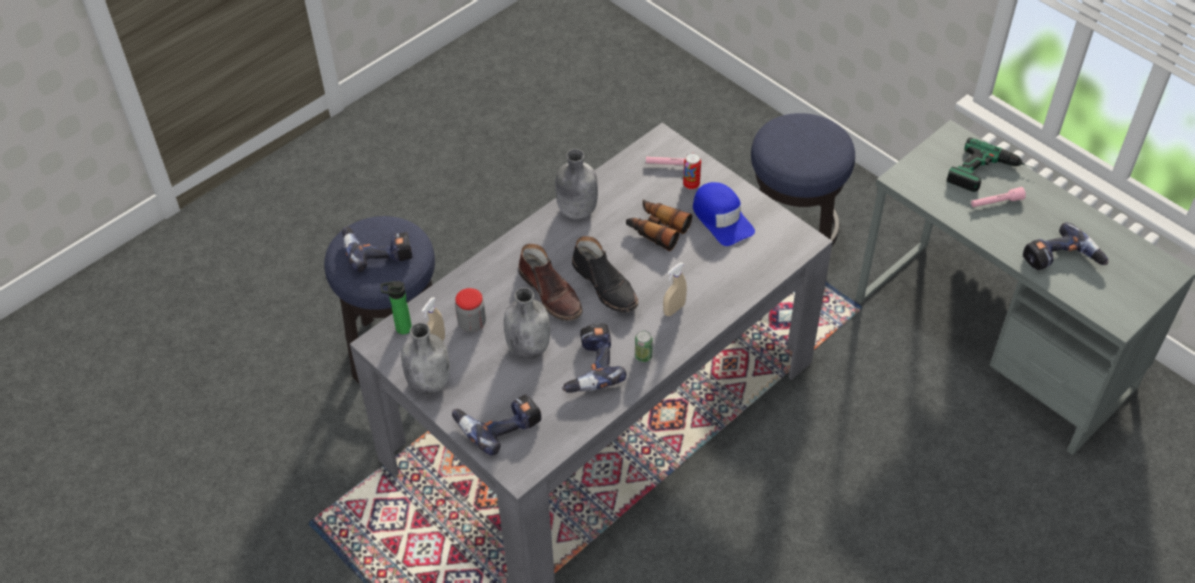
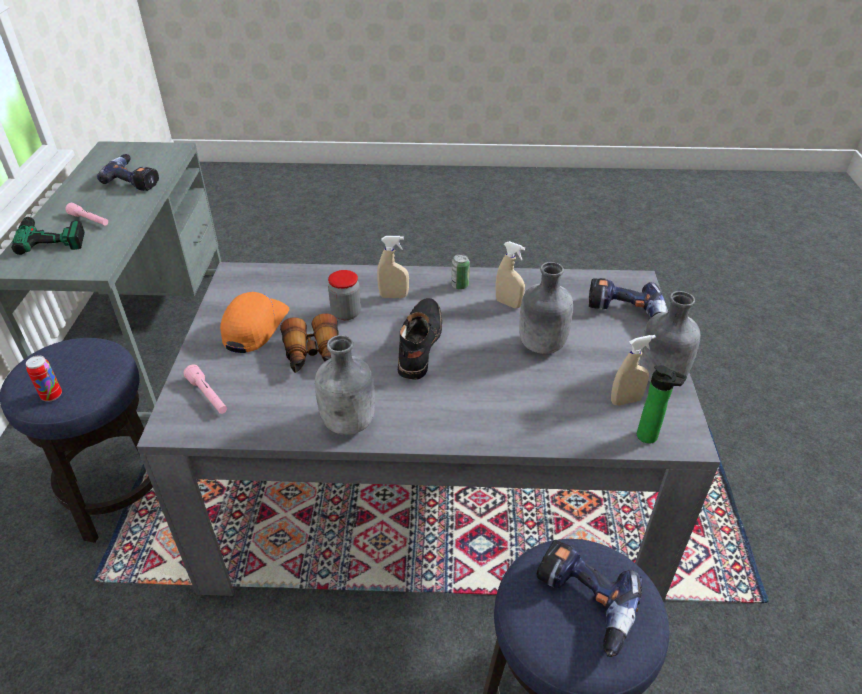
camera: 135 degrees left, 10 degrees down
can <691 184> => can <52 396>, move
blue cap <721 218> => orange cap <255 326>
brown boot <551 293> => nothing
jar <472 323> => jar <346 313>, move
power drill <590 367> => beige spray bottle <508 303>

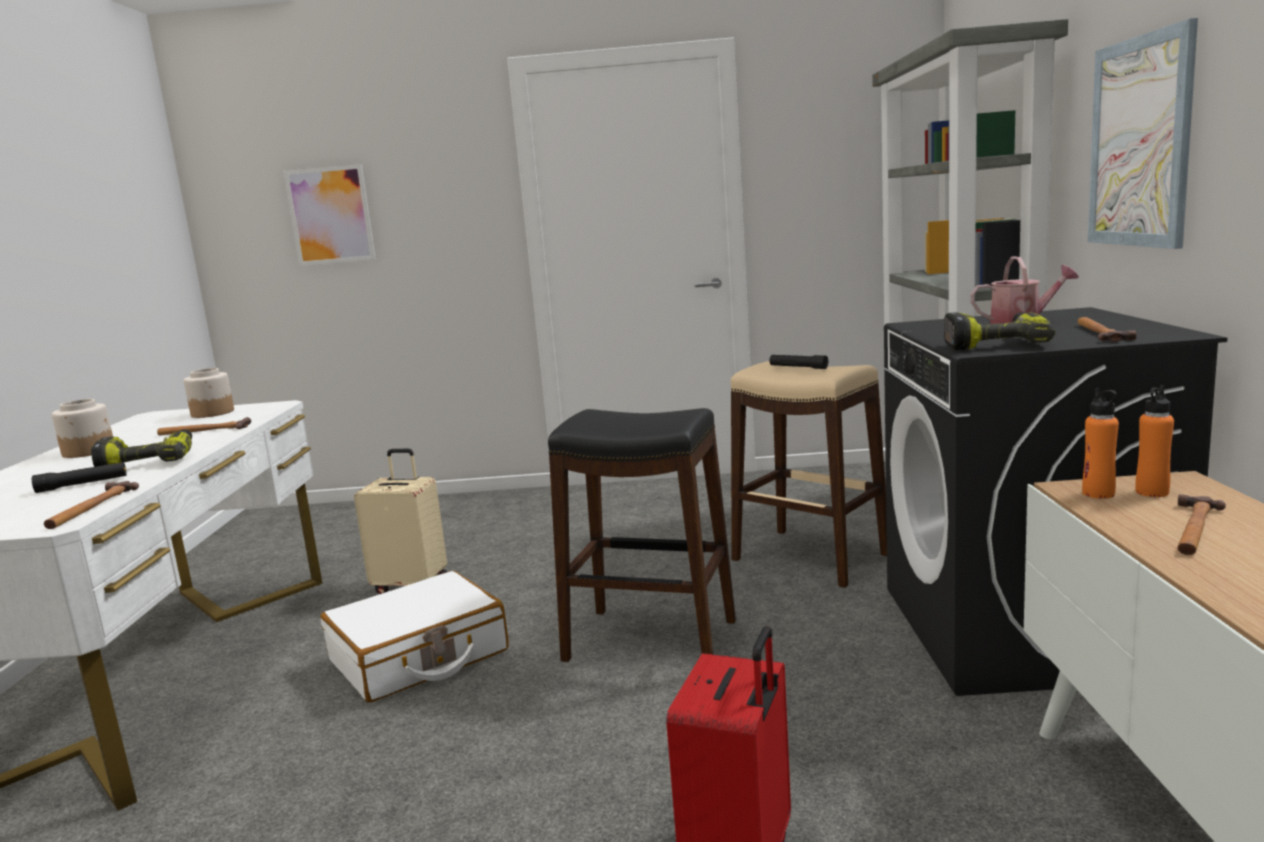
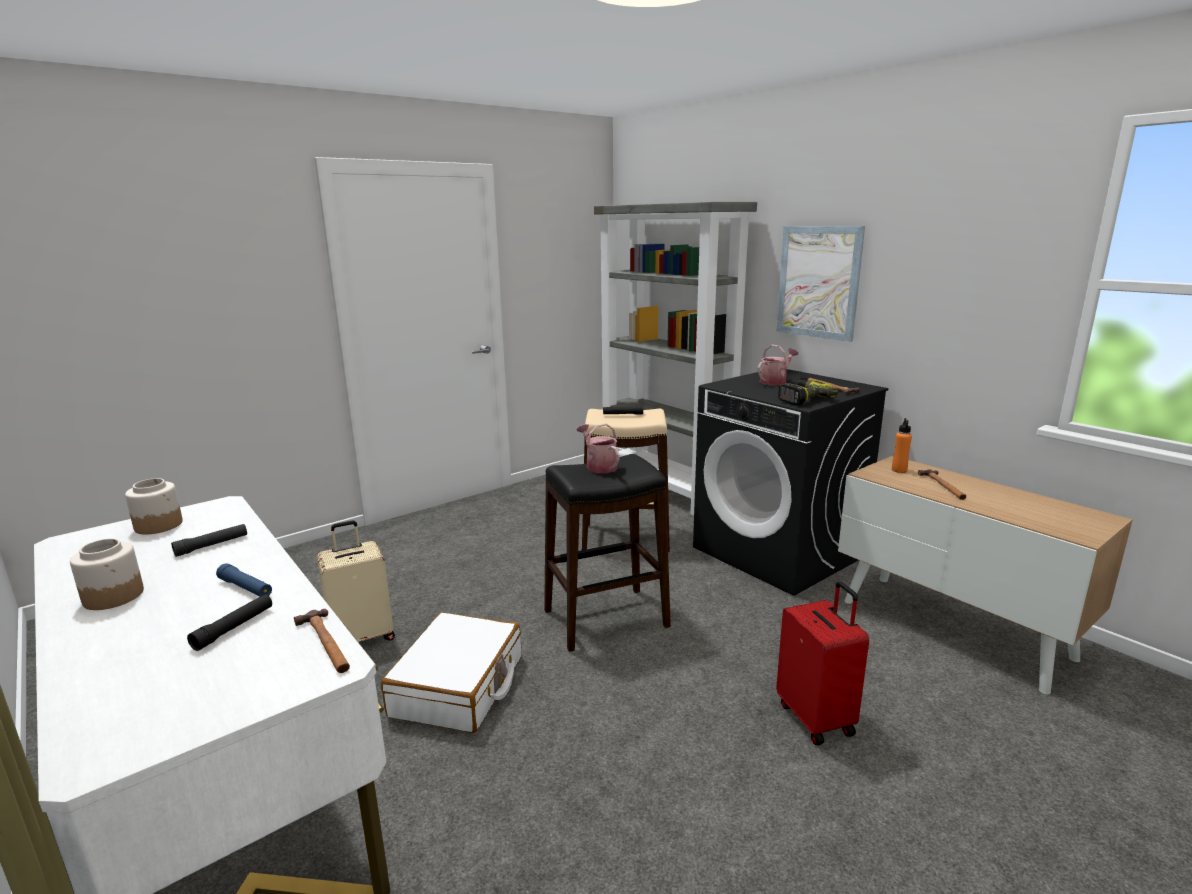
camera: 40 degrees left, 5 degrees up
picture <330 215> => nothing
orange bottle <1098 494> => nothing
hammer <204 430> => black flashlight <212 545>
power drill <149 461> => blue flashlight <246 588>
nothing => watering can <599 466>

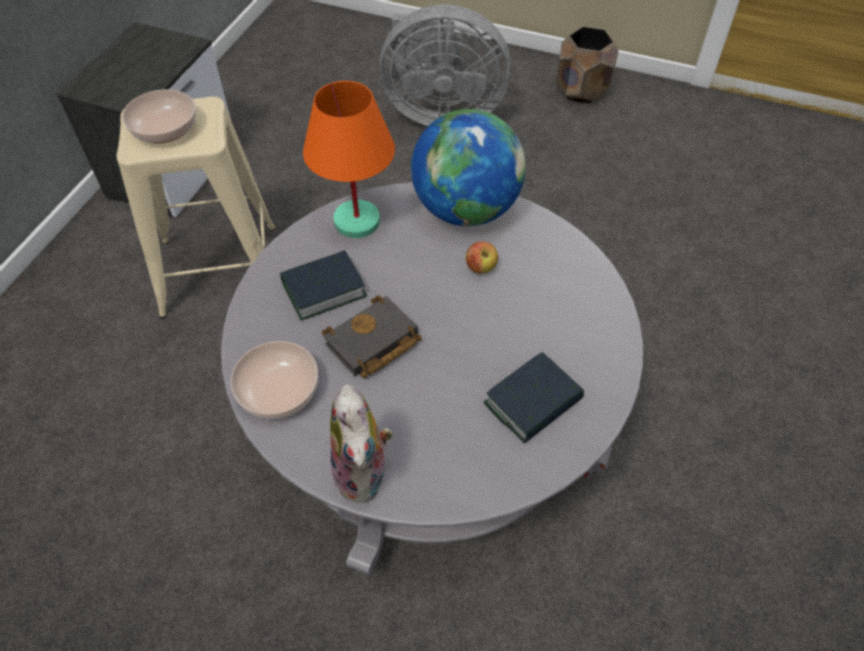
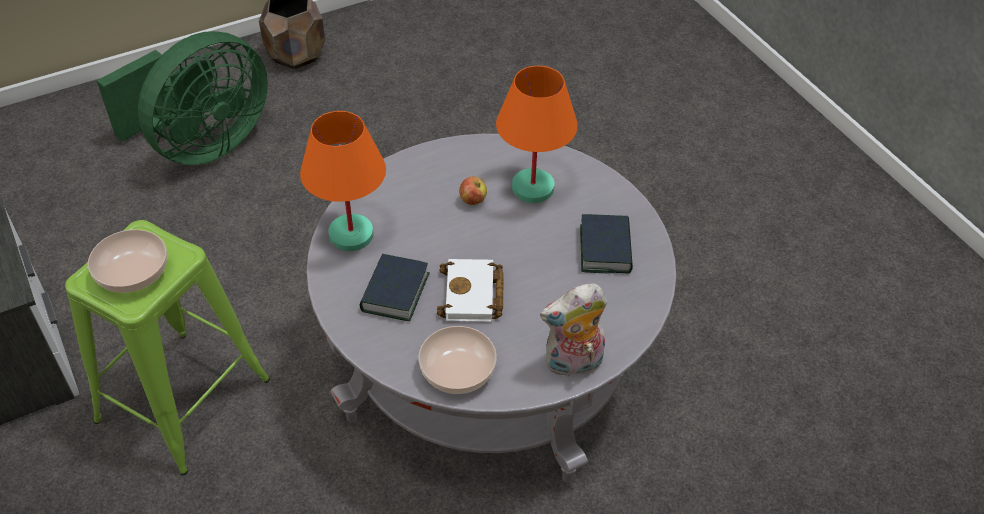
camera: 50 degrees left, 5 degrees down
grey fan <440 112> => green fan <202 145>
beige stool <219 270> => green stool <182 401>
globe <466 209> => nothing
black book <372 344> => white book <473 296>
plush toy <364 474> => plush toy <573 364>, 135 degrees clockwise
nothing => orange table lamp <533 187>

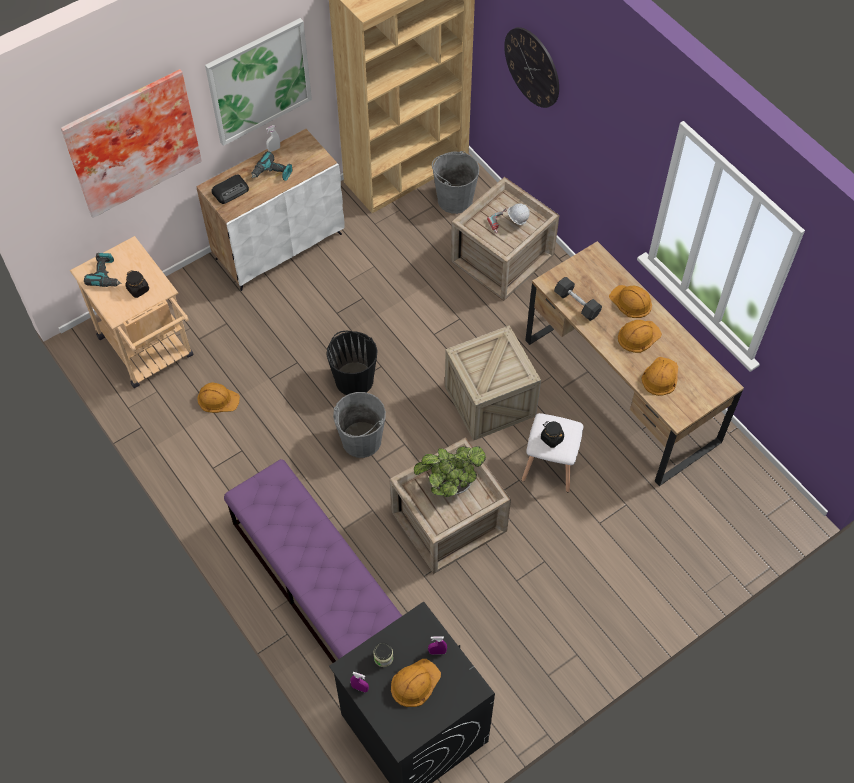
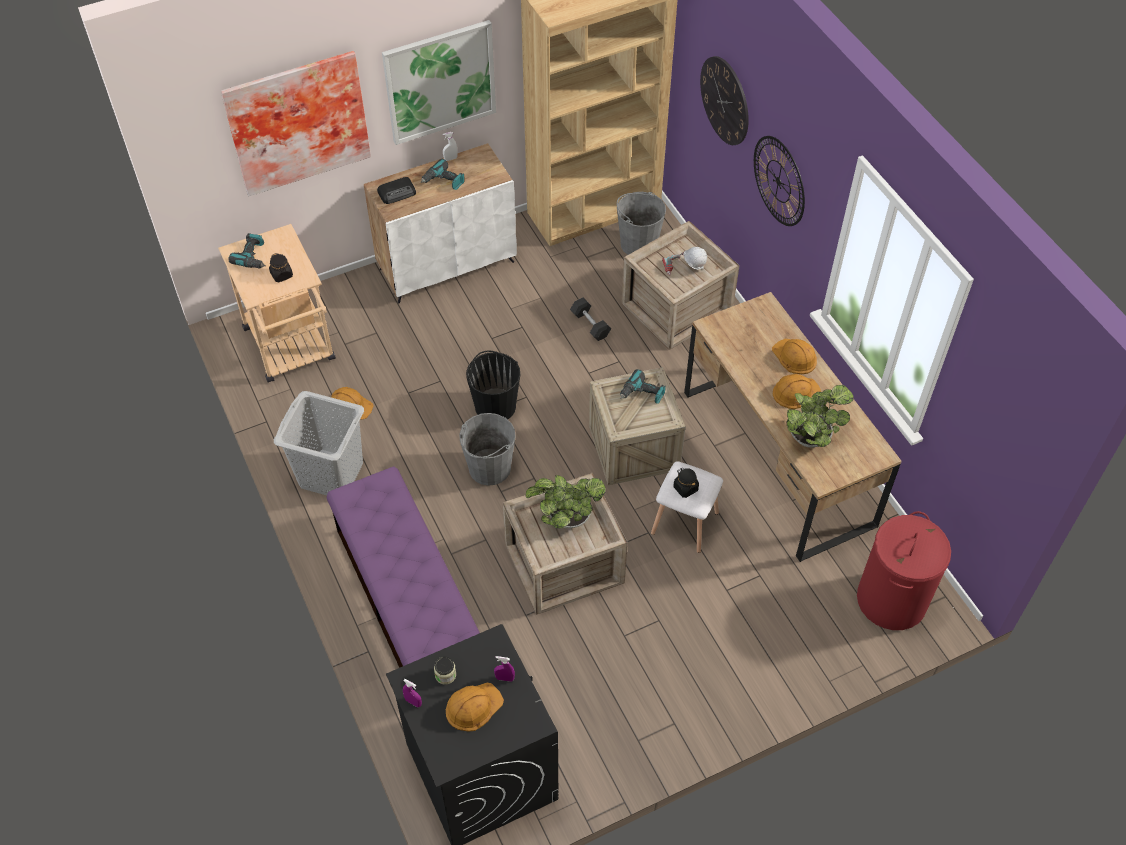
camera: 10 degrees right, 5 degrees down
grey dumbbell <577 304> => grey dumbbell <590 324>, move
orange hard hat <660 377> => potted plant <811 437>
nothing => wall clock <779 181>
nothing => power drill <642 394>
nothing => grey laundry basket <331 473>
nothing => red laundry basket <891 599>

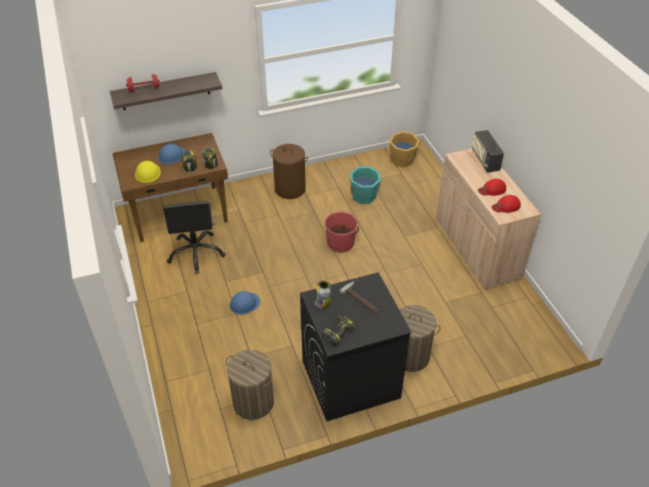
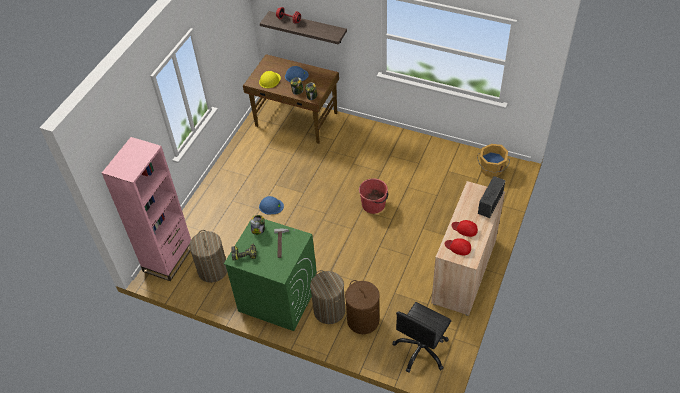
camera: 45 degrees right, 5 degrees up
brown laundry basket <290 189> => brown laundry basket <363 320>, move
turquoise bucket <364 196> => nothing
black office chair <196 253> => black office chair <421 350>, move
black washing machine <350 380> => green washing machine <277 297>
nothing => pink bookcase <168 258>

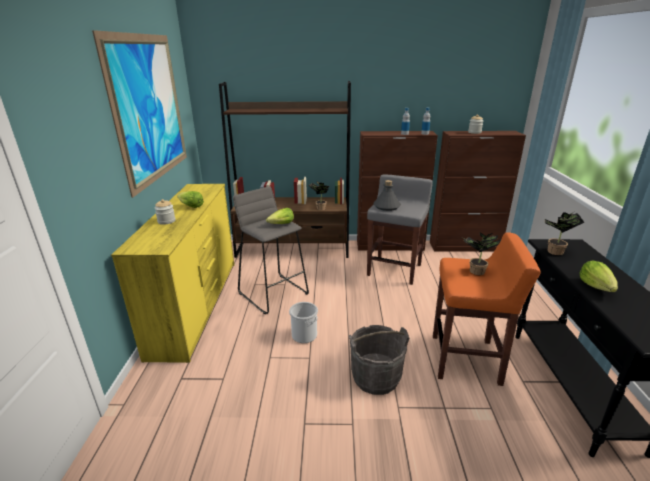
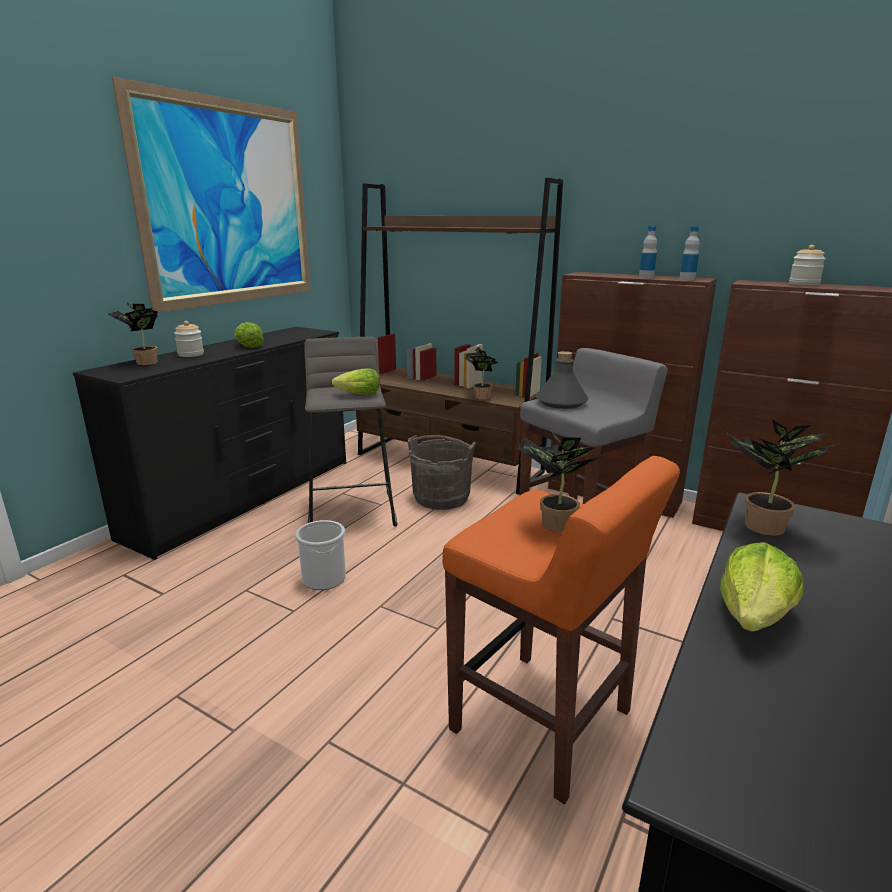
camera: 30 degrees right, 5 degrees down
yellow dresser <197 304> => black dresser <246 497>
grey bucket <376 377> => grey bucket <441 498>, move
nothing => potted plant <143 363>

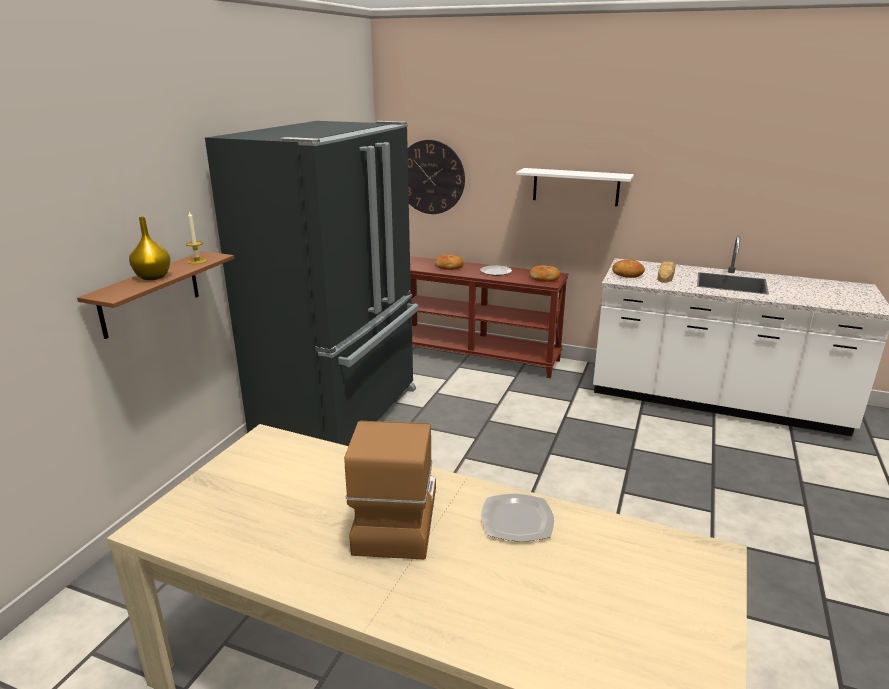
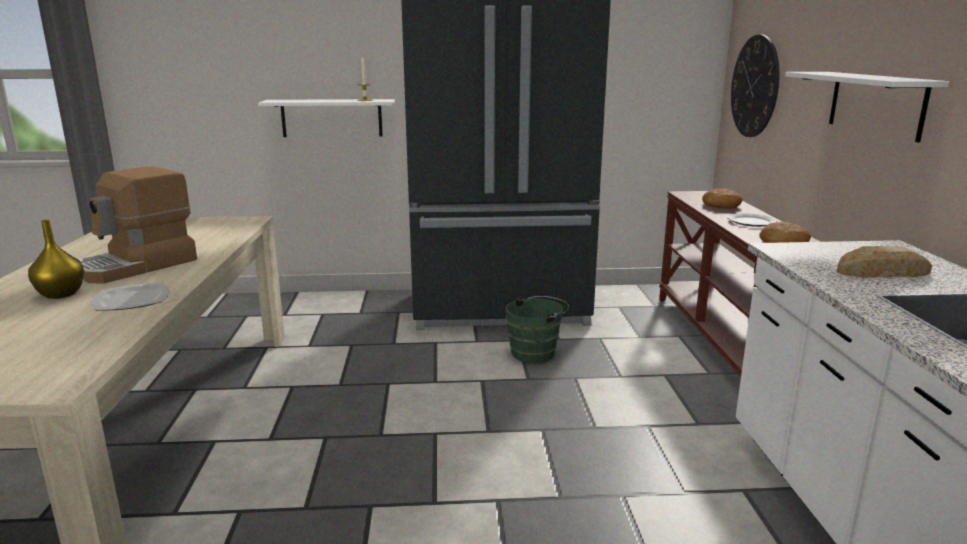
camera: 65 degrees right, 5 degrees down
yellow vase <152 277> => yellow vase <61 294>, move
brown shelf <150 294> => white shelf <332 118>
bread <627 274> => nothing
coffee machine <395 518> => coffee machine <137 266>, 150 degrees clockwise
nothing => green bucket <536 352>

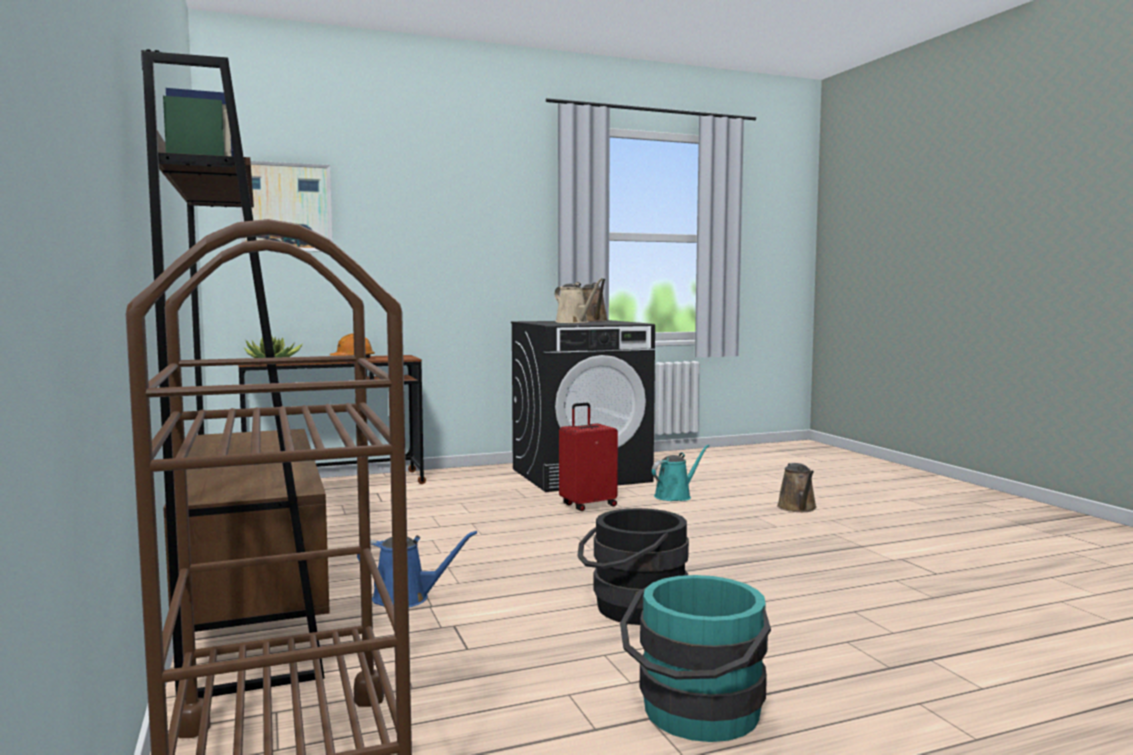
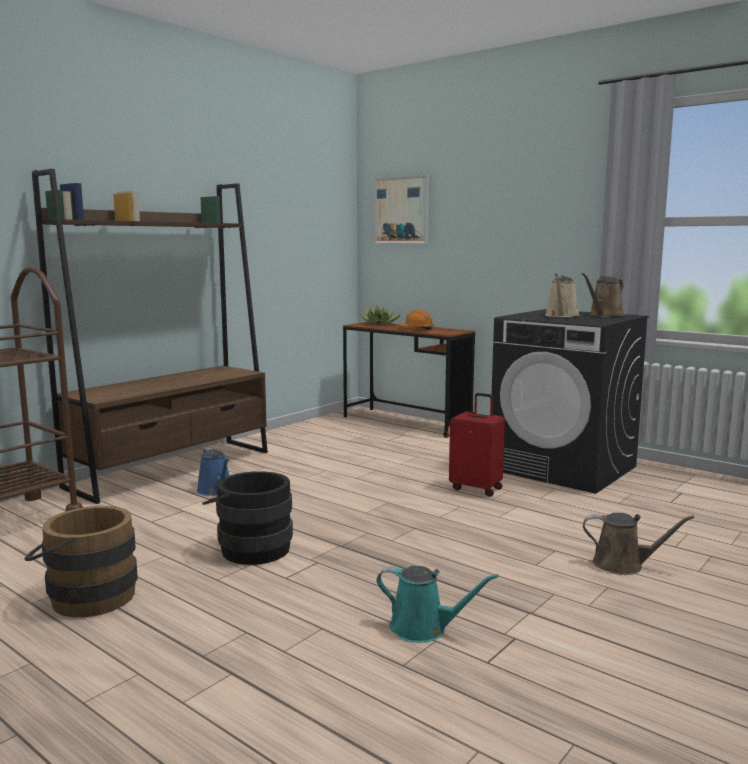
camera: 60 degrees right, 5 degrees up
turquoise watering can <675 496> => turquoise watering can <423 628>, move
brown watering can <798 508> => brown watering can <623 565>, 135 degrees counterclockwise
turquoise bucket <696 716> => brown bucket <85 597>

